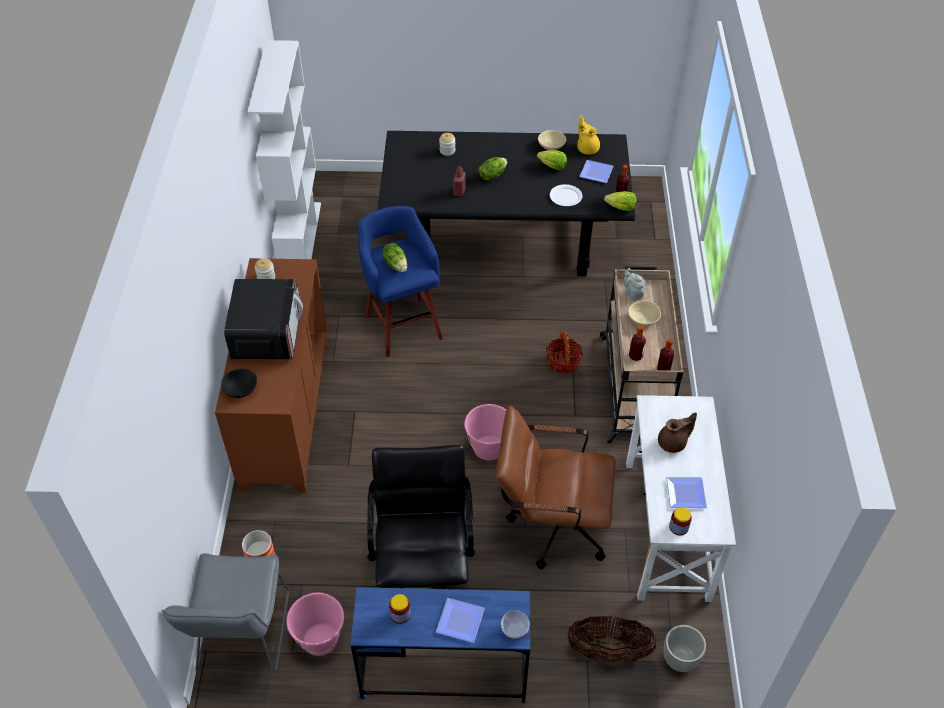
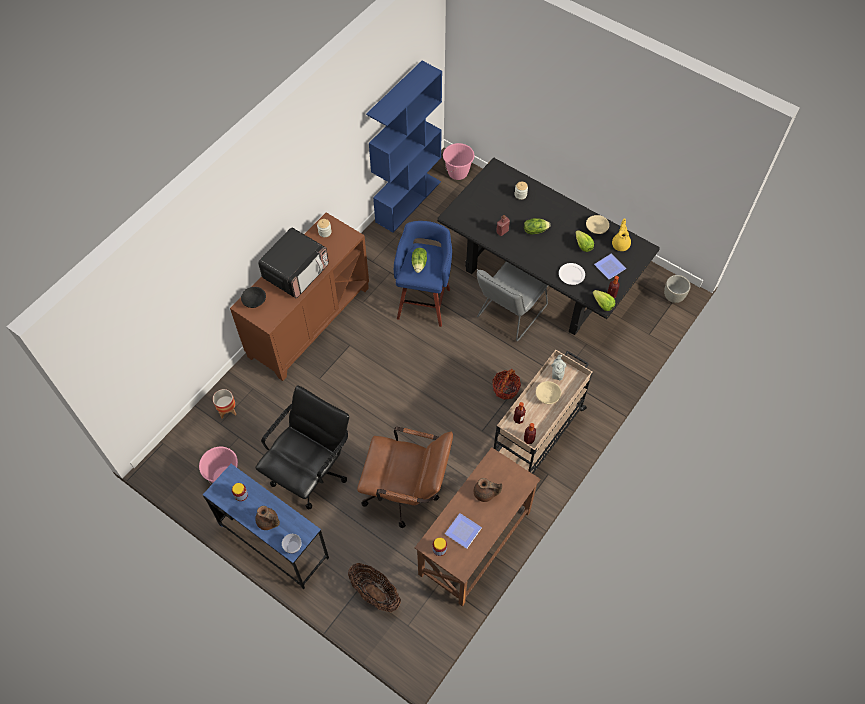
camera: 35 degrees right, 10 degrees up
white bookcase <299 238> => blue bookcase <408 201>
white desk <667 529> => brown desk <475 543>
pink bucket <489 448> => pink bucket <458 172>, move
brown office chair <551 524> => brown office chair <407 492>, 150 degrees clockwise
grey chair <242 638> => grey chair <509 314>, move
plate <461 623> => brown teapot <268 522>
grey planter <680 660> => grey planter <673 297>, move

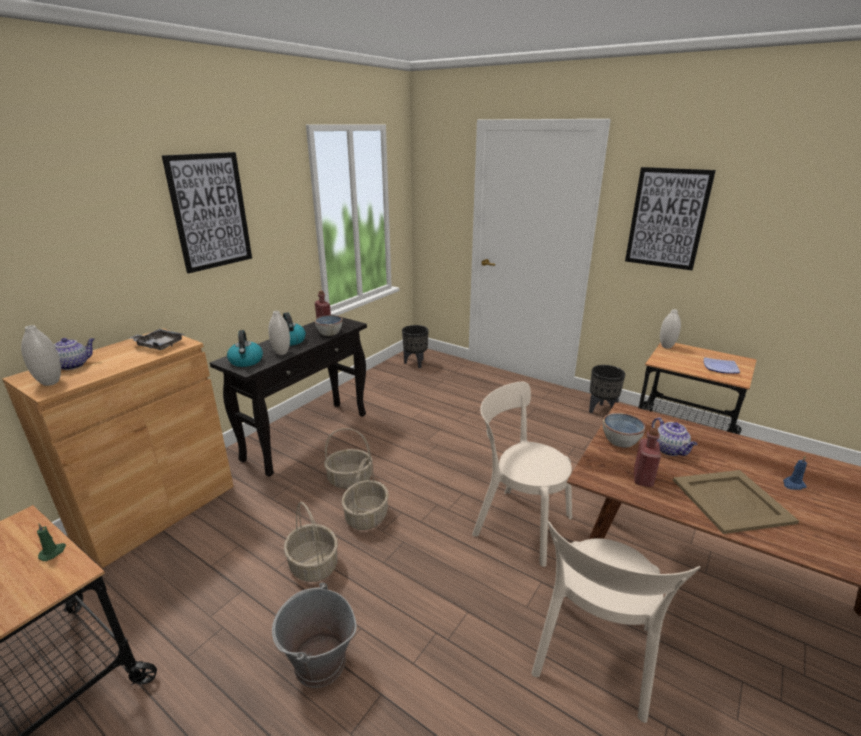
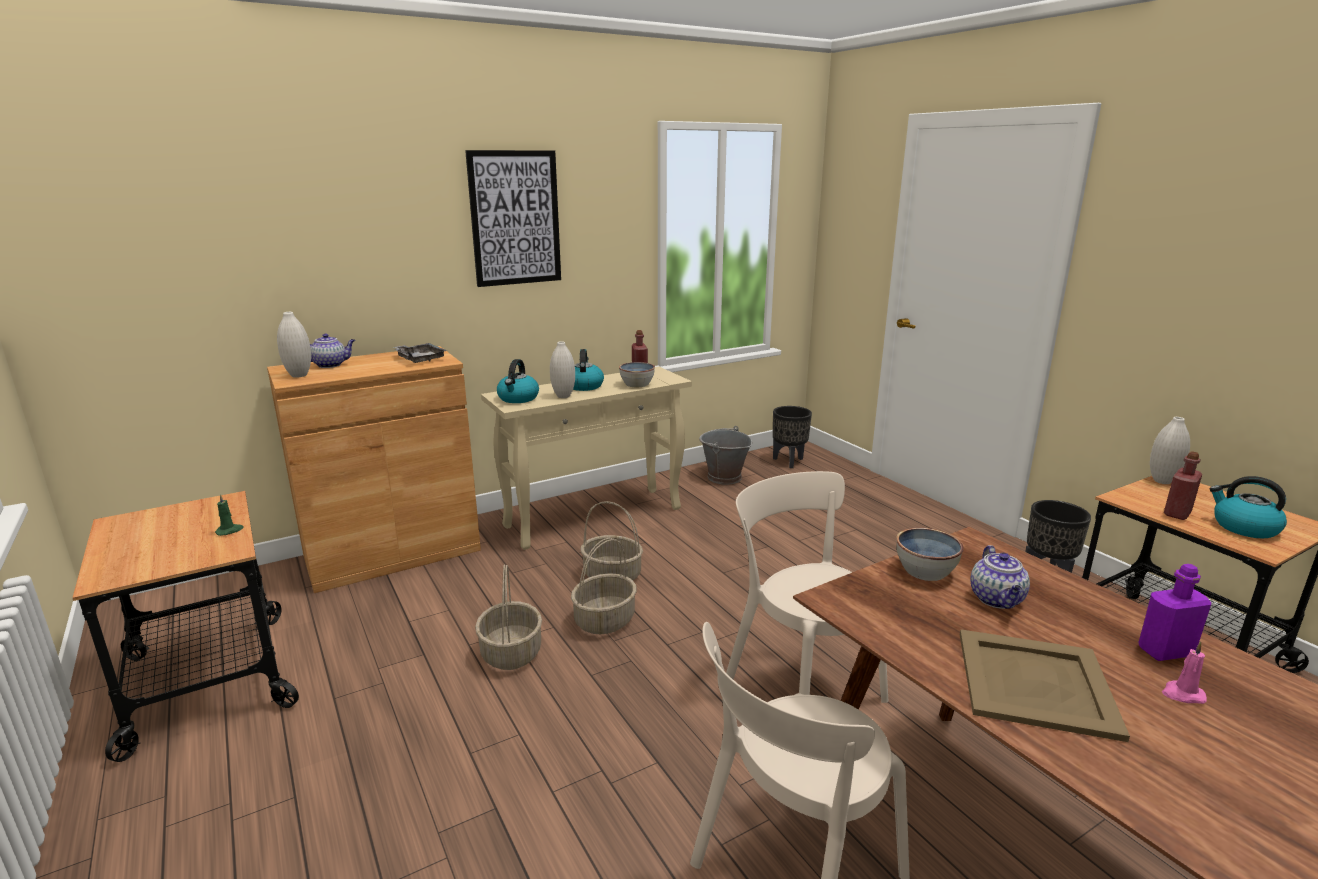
camera: 25 degrees right, 5 degrees down
picture <667 218> => nothing
black console table <307 435> => beige console table <595 517>
plate <721 368> => kettle <1243 527>
red bottle <643 478> => red bottle <1177 513>, move
blue candle <793 485> => pink candle <1182 694>
grey bucket <319 663> => grey bucket <724 477>, move
nothing => purple bottle <1165 651>

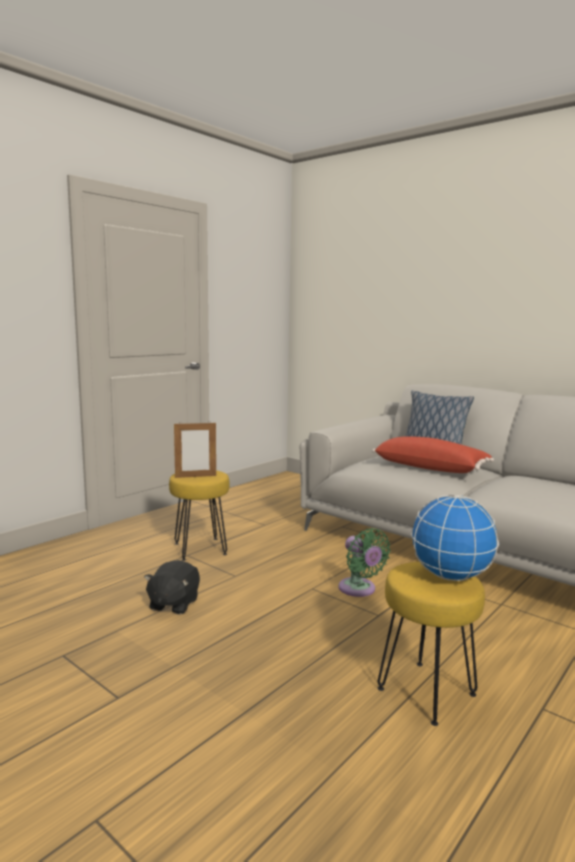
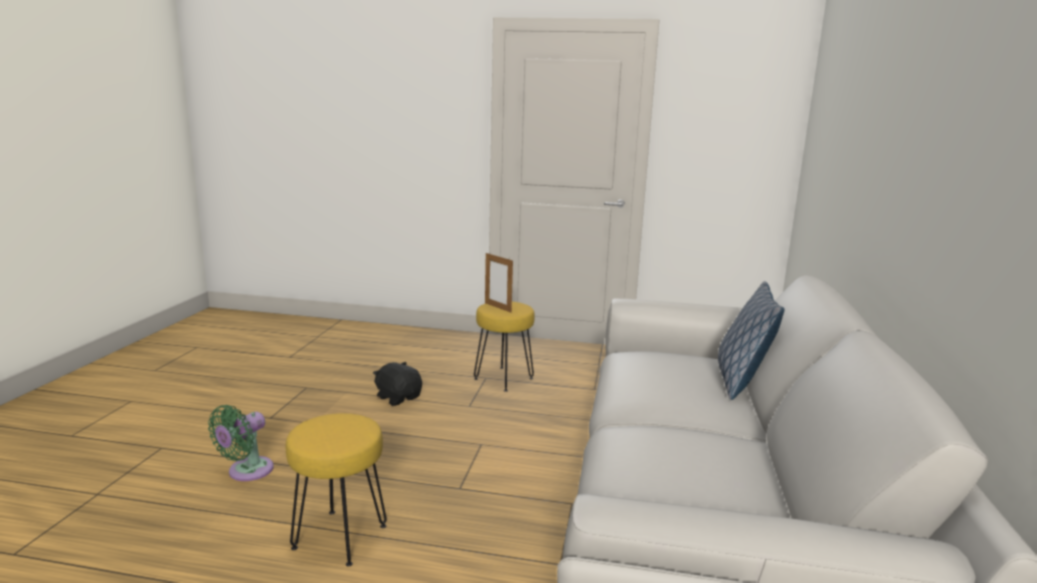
camera: 60 degrees right, 5 degrees up
red pillow <430 468> => nothing
globe <450 576> => nothing
green fan <359 589> => green fan <246 472>, move
black plush toy <173 604> => black plush toy <398 397>, 60 degrees clockwise

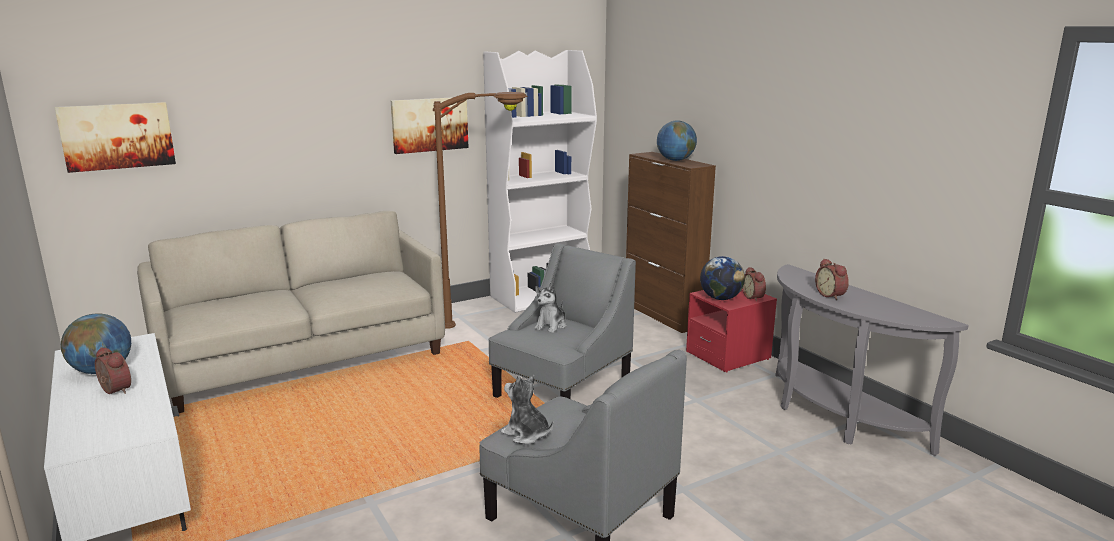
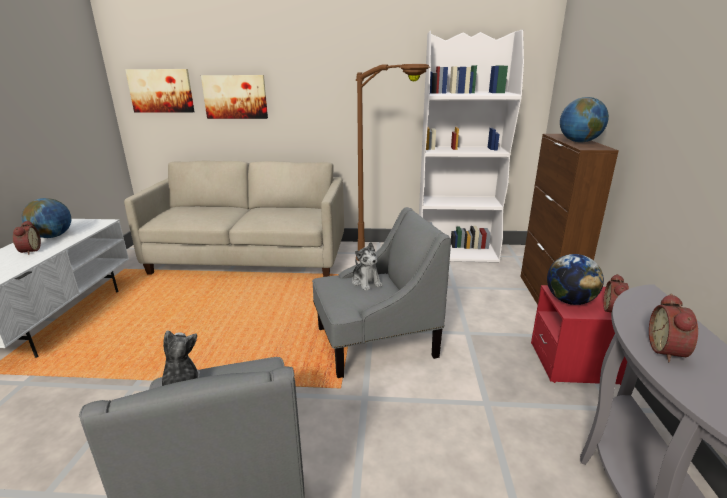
camera: 35 degrees right, 5 degrees up
picture <429 124> => picture <235 97>, move
plush toy <551 325> => plush toy <366 282>, 90 degrees counterclockwise

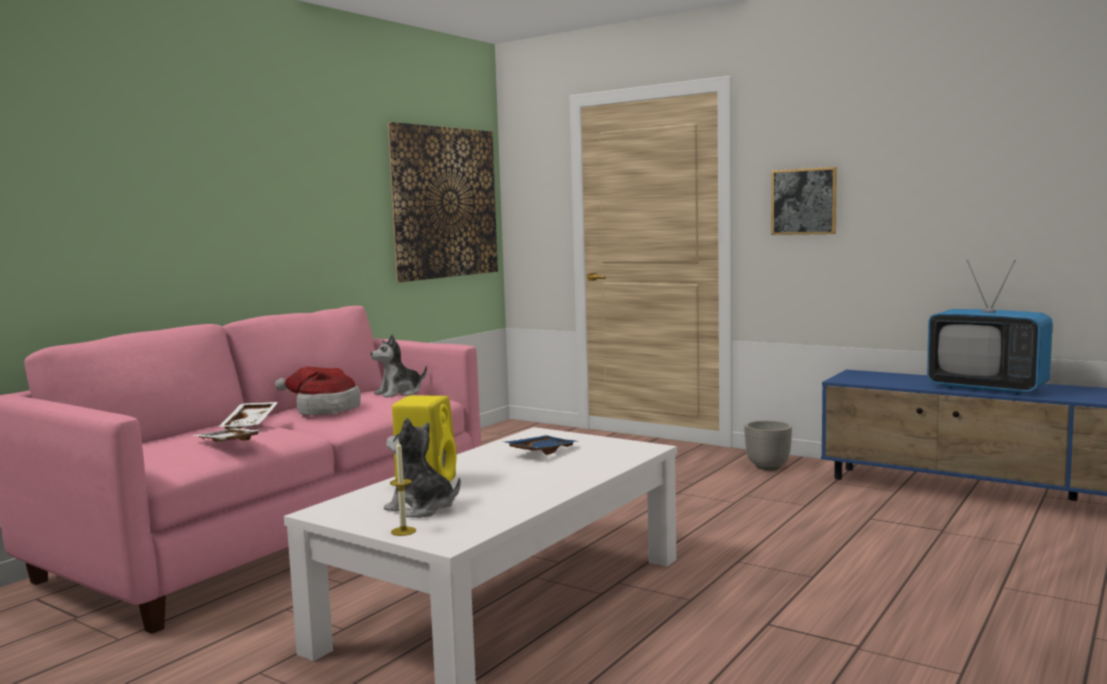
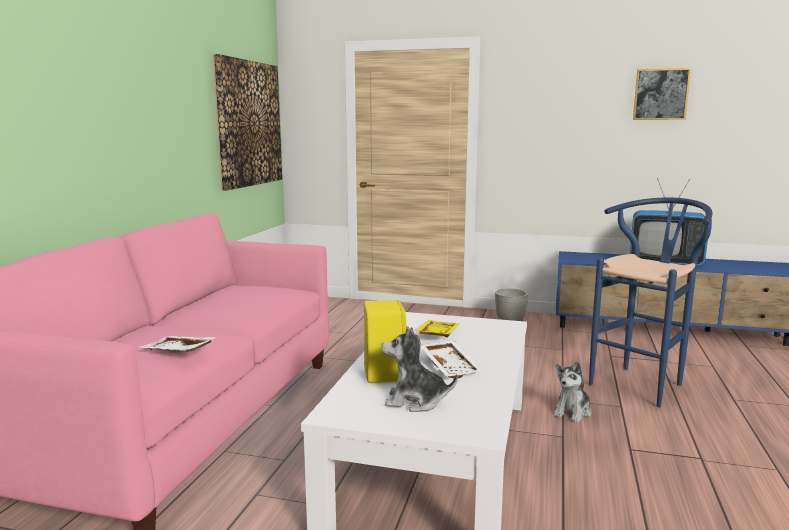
camera: 20 degrees left, 5 degrees up
picture <804 201> => picture <661 94>, move
plush toy <399 393> => plush toy <572 412>, move
hat <323 409> => nothing
white tray <251 424> => white tray <451 366>, move
blue tray <540 452> => yellow tray <436 335>
candle <403 531> => nothing
nothing => blue stool <642 383>

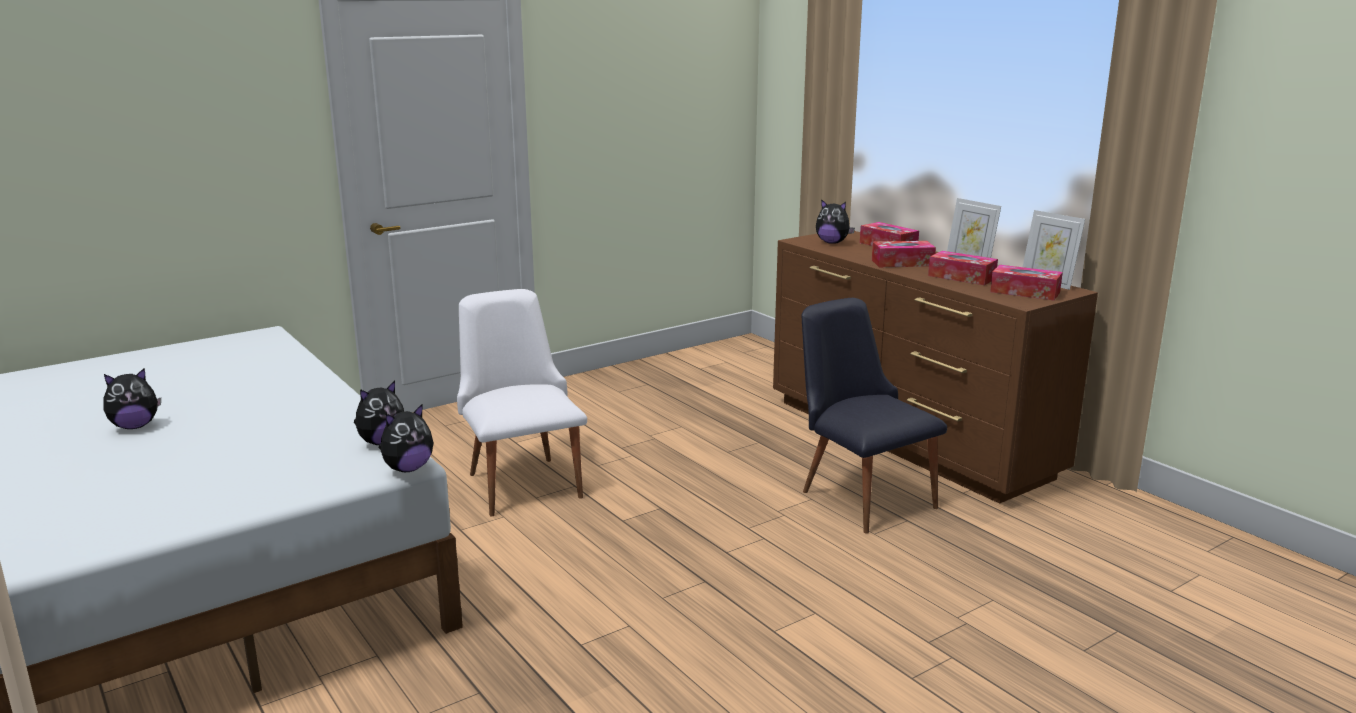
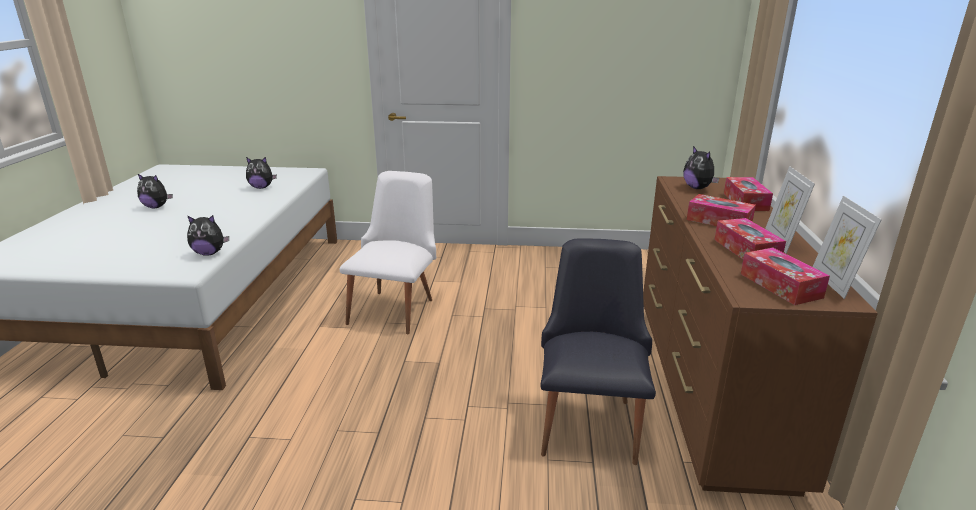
camera: 40 degrees right, 5 degrees up
plush toy <407 468> => plush toy <261 187>, move

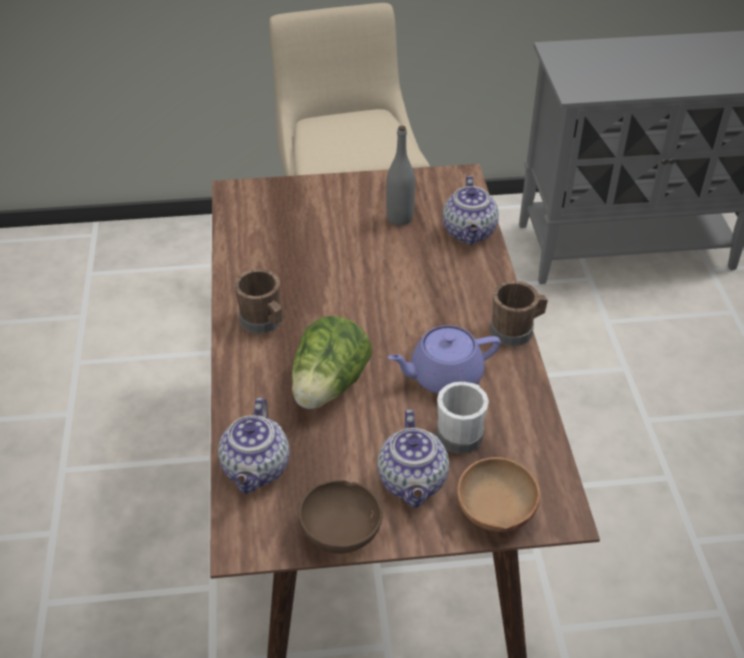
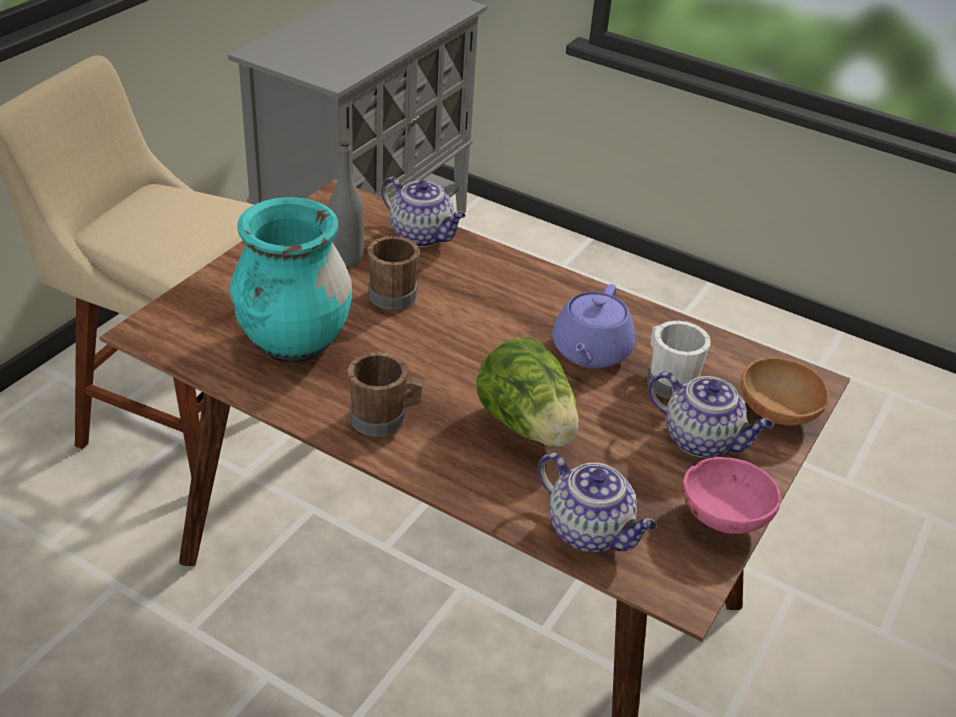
camera: 55 degrees left, 5 degrees down
brown mug <516 330> => brown mug <395 293>, move
brown bowl <342 532> => pink bowl <724 515>
nothing => turquoise vase <295 344>

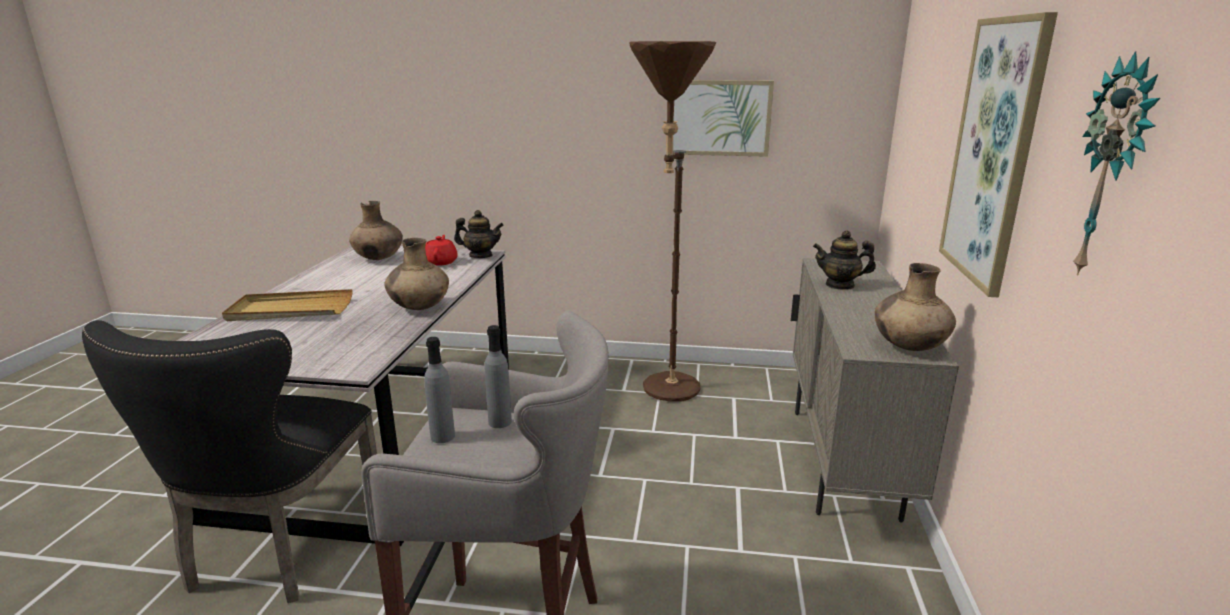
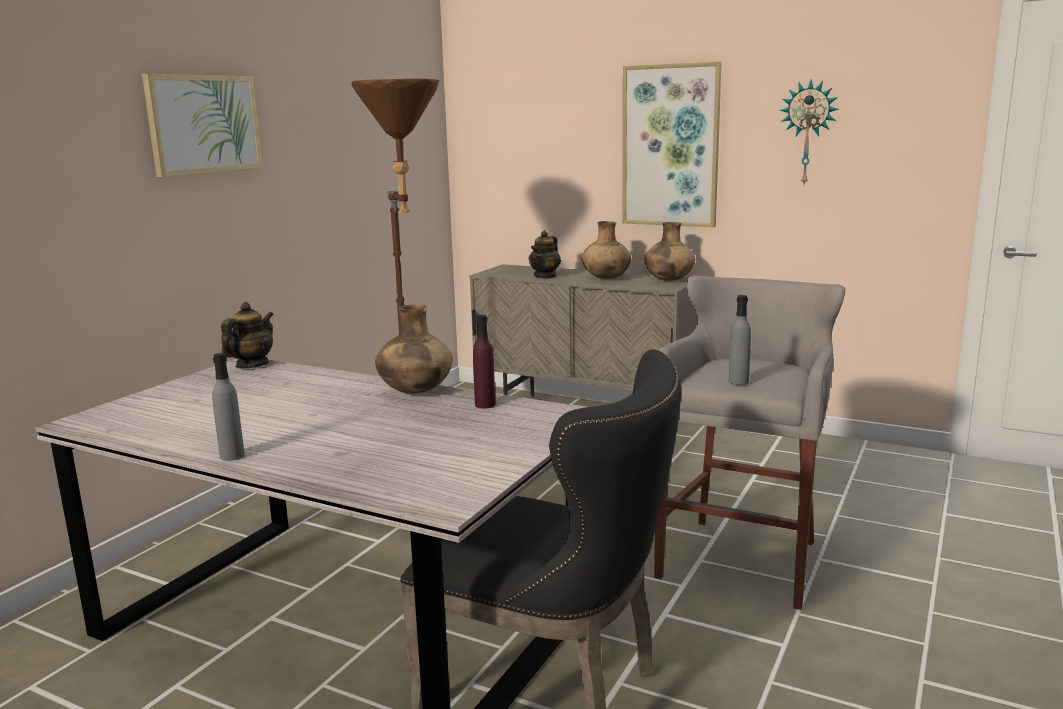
camera: 70 degrees left, 5 degrees down
picture <719 118> => picture <204 124>, move
brown vase <379 258> => brown vase <606 278>, move
red teapot <441 262> => nothing
beige tray <290 310> => nothing
grey bottle <500 422> => grey bottle <232 456>, move
nothing => purple bottle <485 405>

